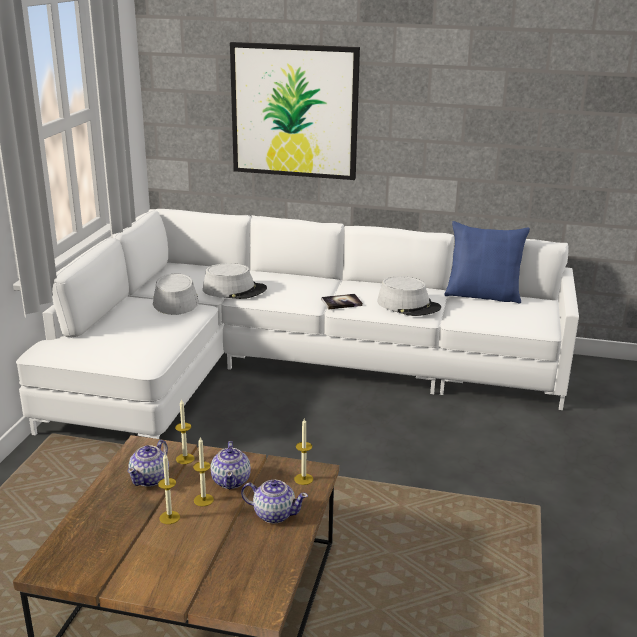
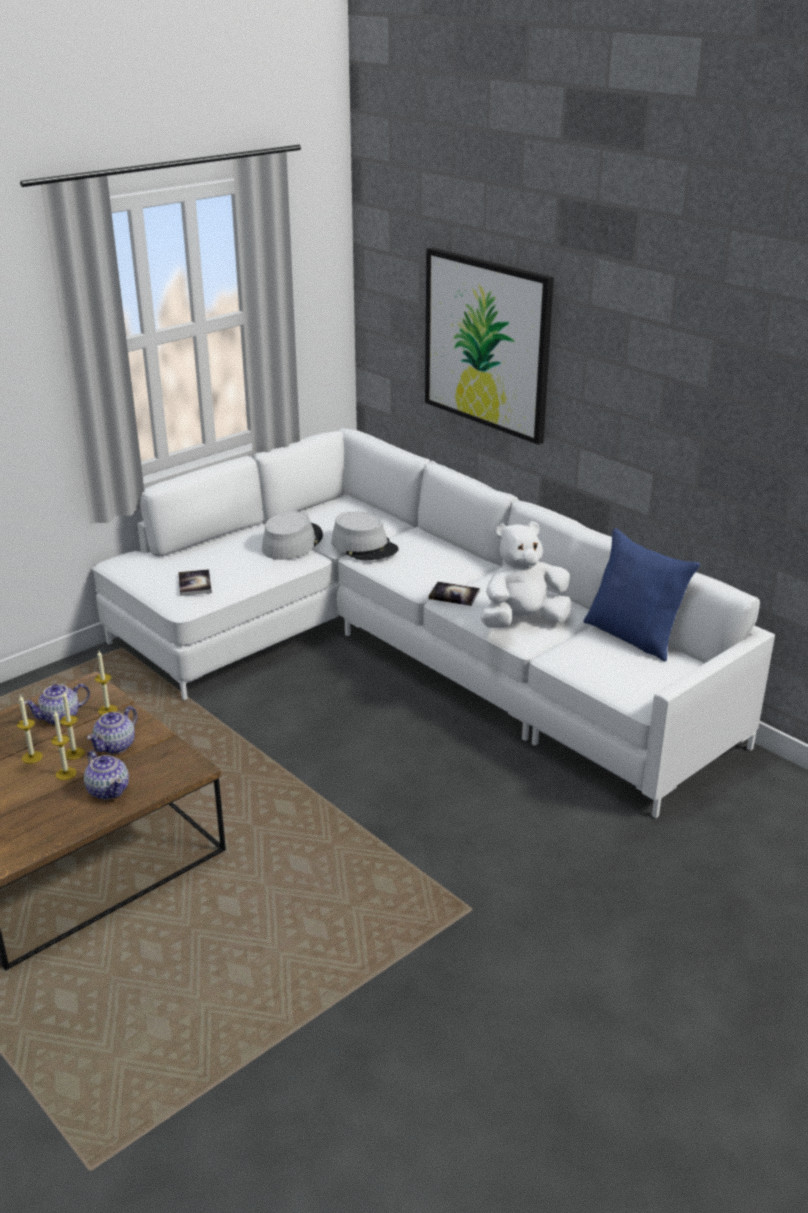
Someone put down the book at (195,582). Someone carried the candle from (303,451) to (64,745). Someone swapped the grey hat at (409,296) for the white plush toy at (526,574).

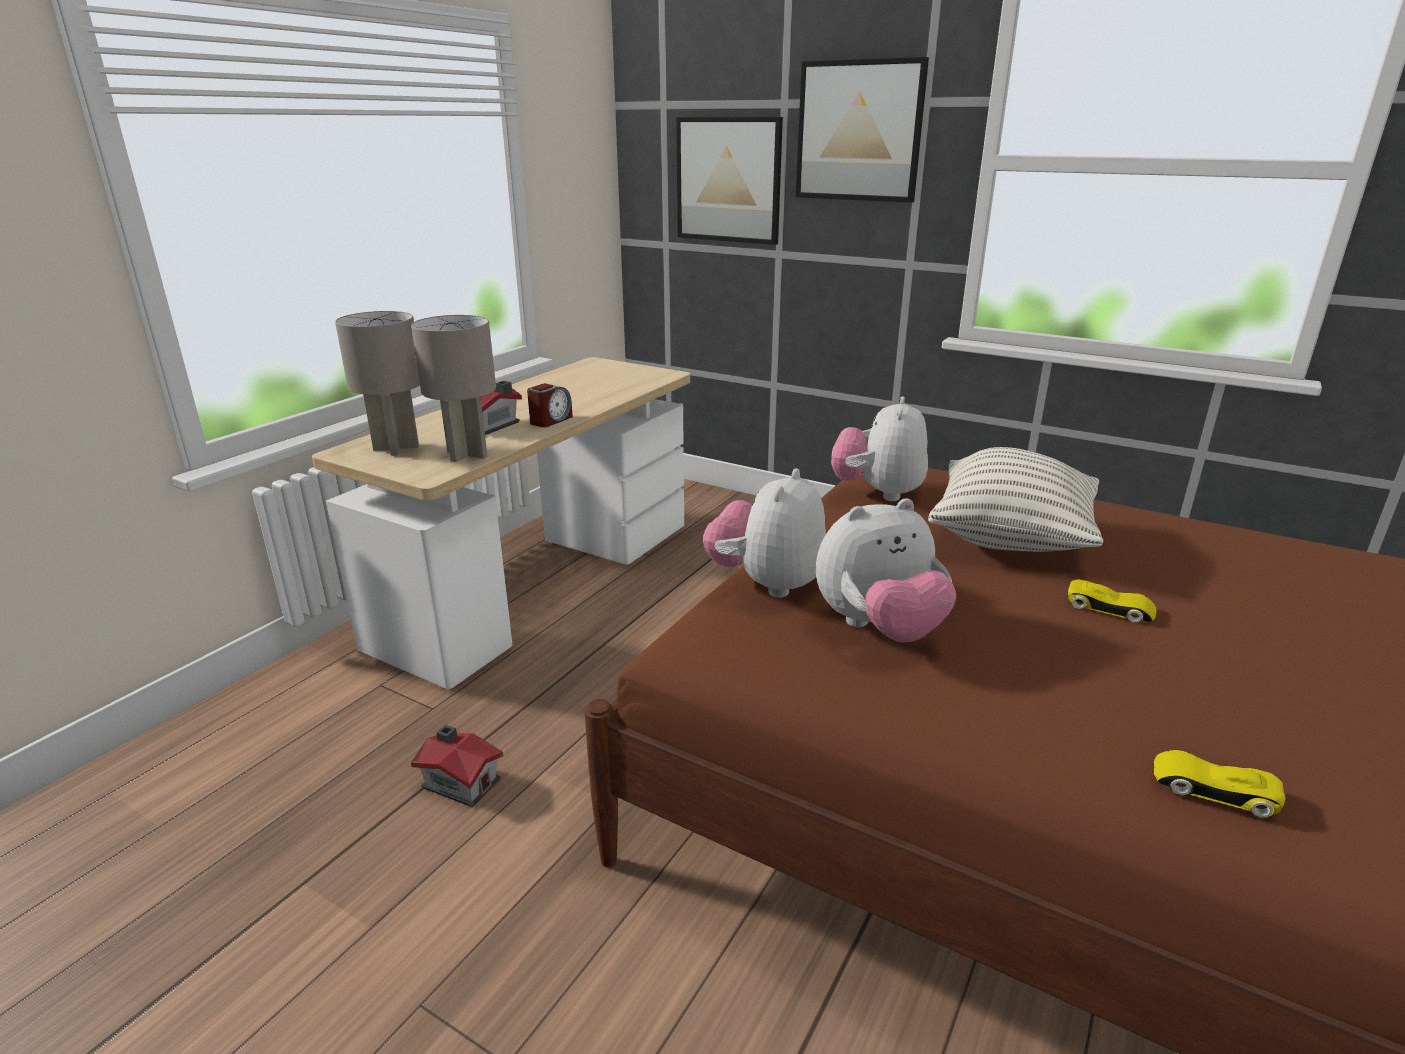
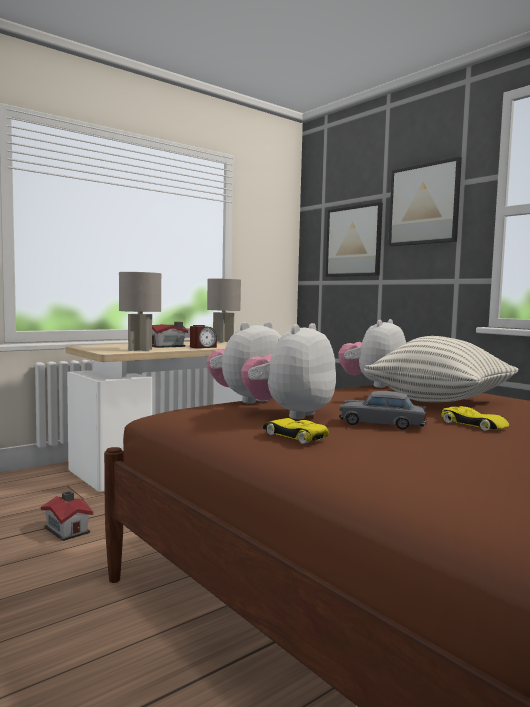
Someone put down the grey toy car at (383,410). Someone carried the grey table lamp from (377,383) to (224,310). Someone carried the yellow toy car from (1219,784) to (295,431). Someone rotated the plush toy at (886,570) by 120 degrees clockwise.

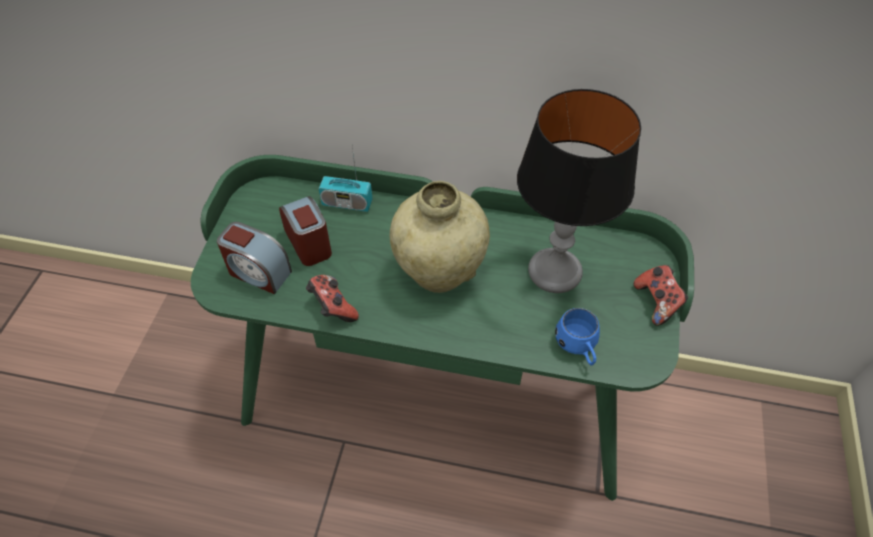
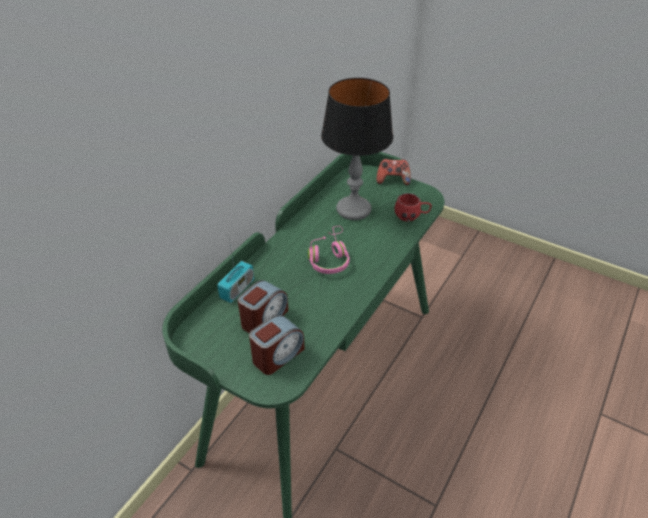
Someone took away the game controller at (332,298). Someone swapped the beige vase at (440,237) for the pink headphones at (329,250). Someone repainted the blue mug at (577,336), which became the red mug at (413,207). Someone rotated the alarm clock at (305,231) by 135 degrees clockwise.

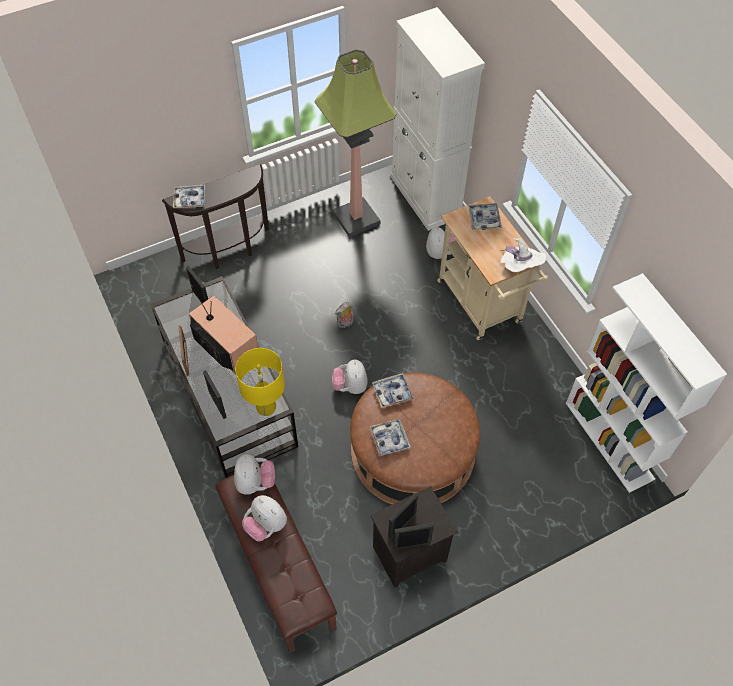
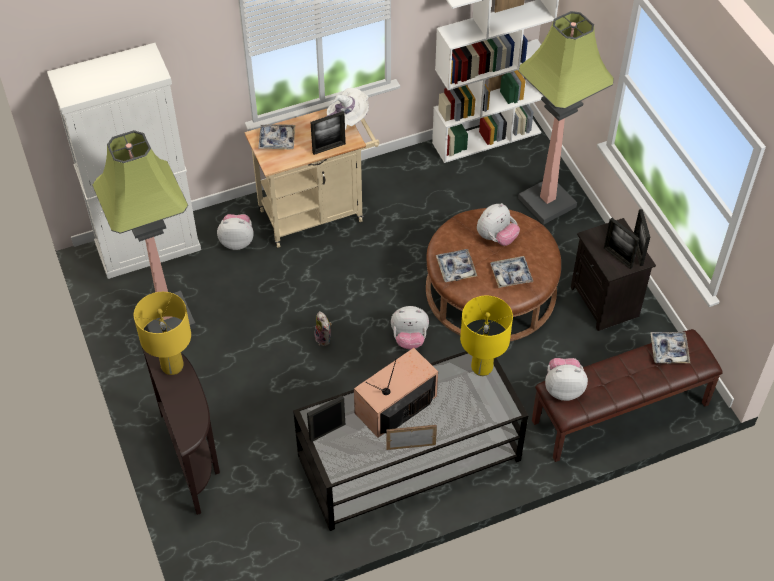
Someone put down the yellow table lamp at (162,333). Someone put down the floor lamp at (566,118). Someone carried the tray from (189,196) to (670,348). Someone carried the picture frame from (215,394) to (328,133). Someone carried the plush toy from (264,518) to (498,224).

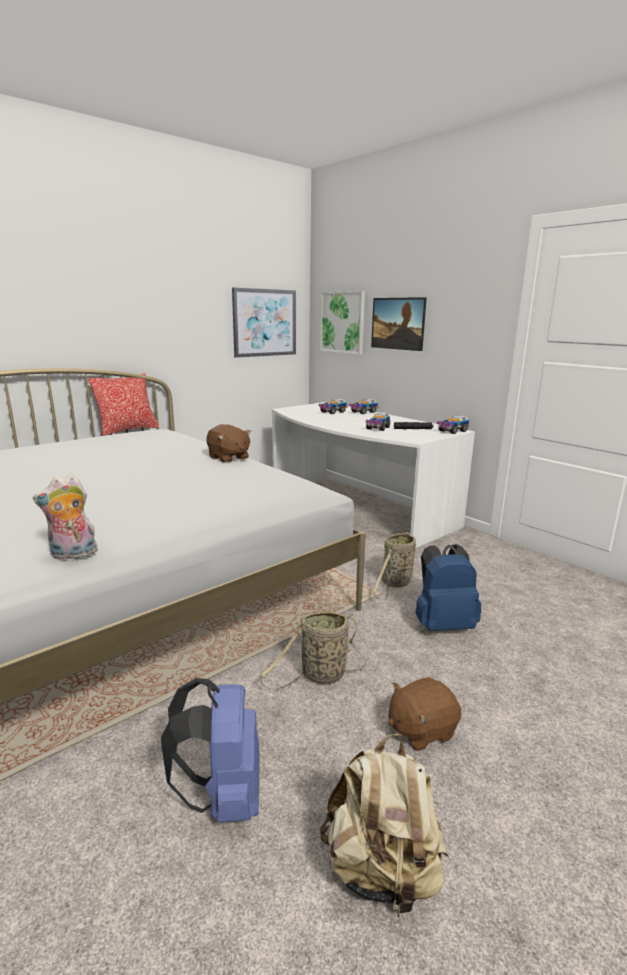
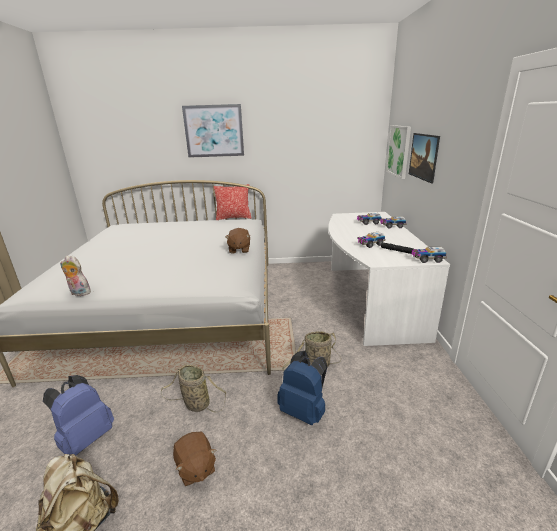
Someone carried the picture from (264,323) to (213,131). Someone rotated the brown plush toy at (425,714) by 135 degrees counterclockwise.

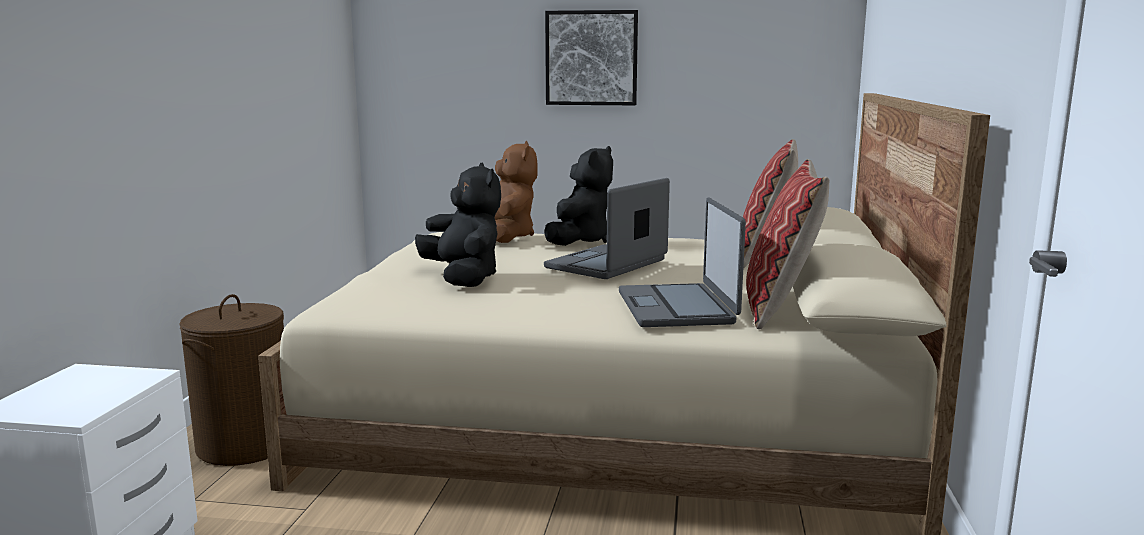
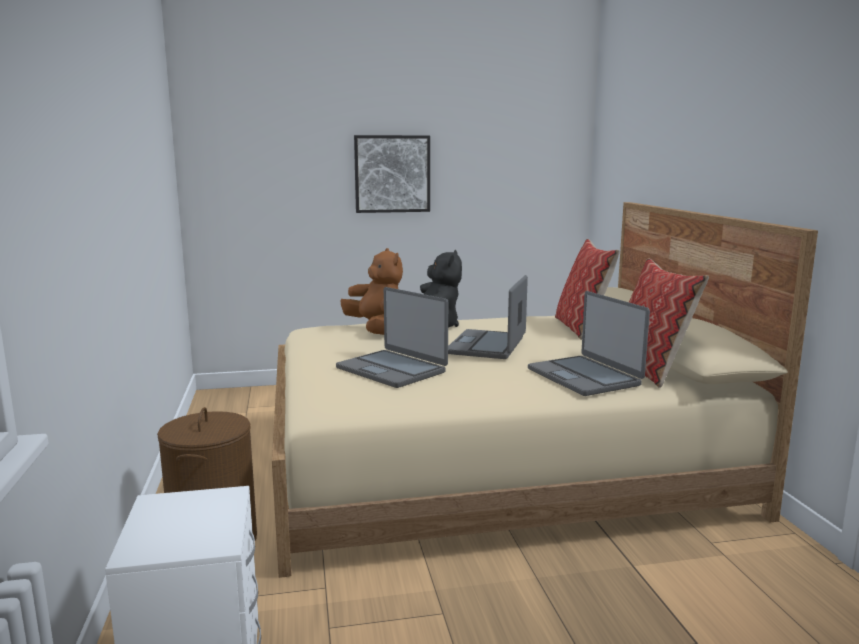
Someone swapped the black plush toy at (458,224) for the laptop at (392,337).

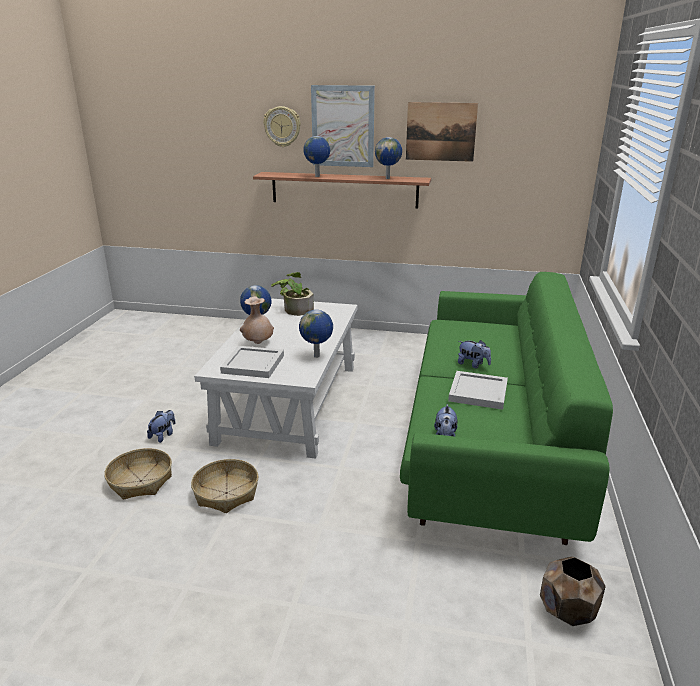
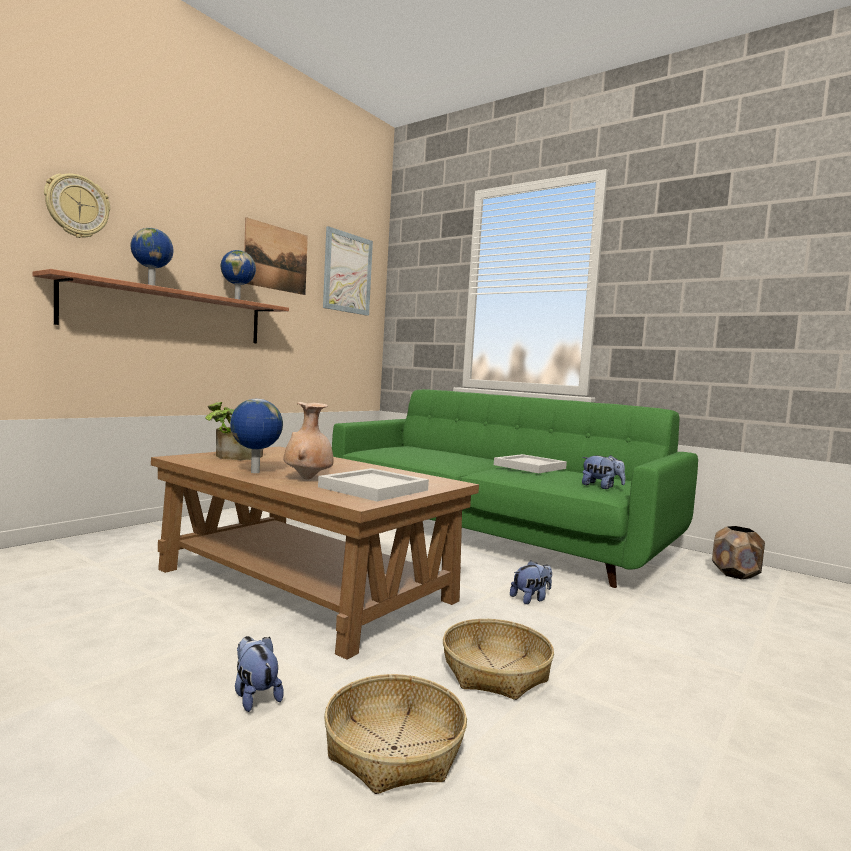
Someone took away the globe at (316,334). Someone carried the picture from (343,126) to (348,271). Someone carried the plush toy from (474,354) to (531,582). Someone repainted the white coffee table at (276,378), which became the brown coffee table at (315,553).

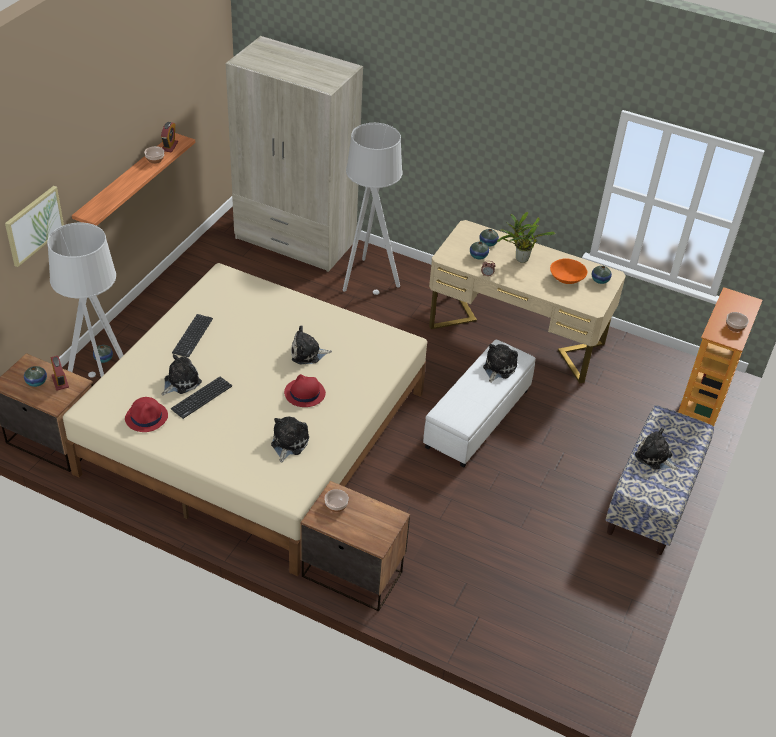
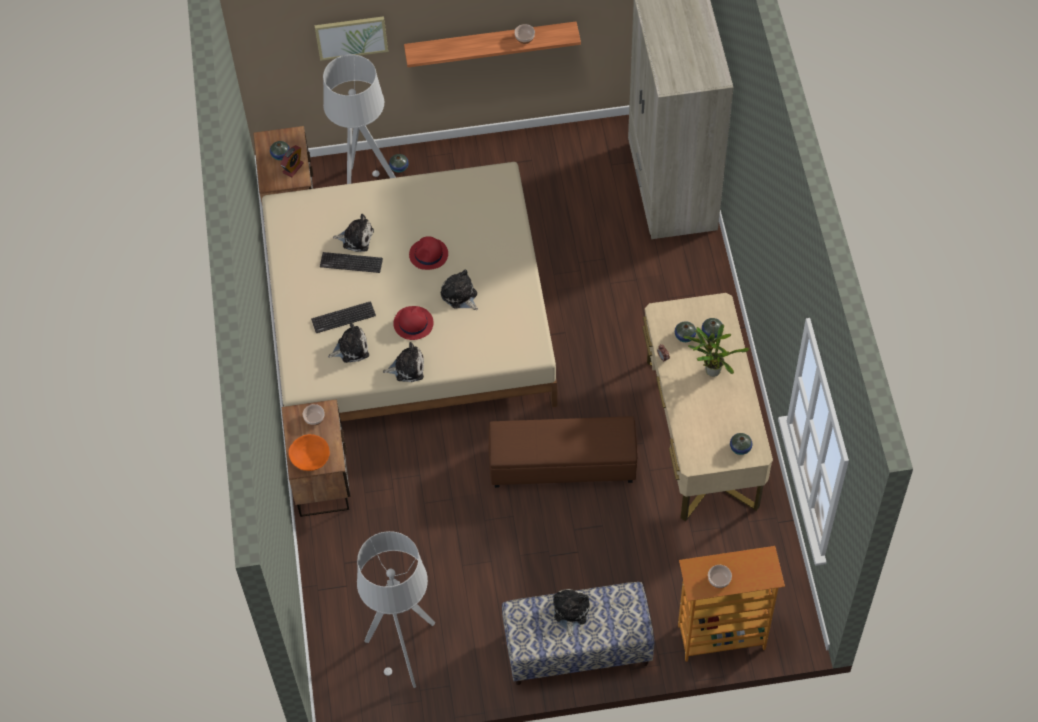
Someone took away the alarm clock at (169,137). Someone carried the red hat from (146,414) to (428,253). Someone carried the keyboard from (192,335) to (343,317). Someone carried the grey floor lamp from (372,209) to (396,609). Someone carried the plush toy from (500,363) to (403,362). Someone carried the orange bowl from (568,271) to (309,452). Someone repainted the white ottoman at (479,403), which became the brown ottoman at (563,452).

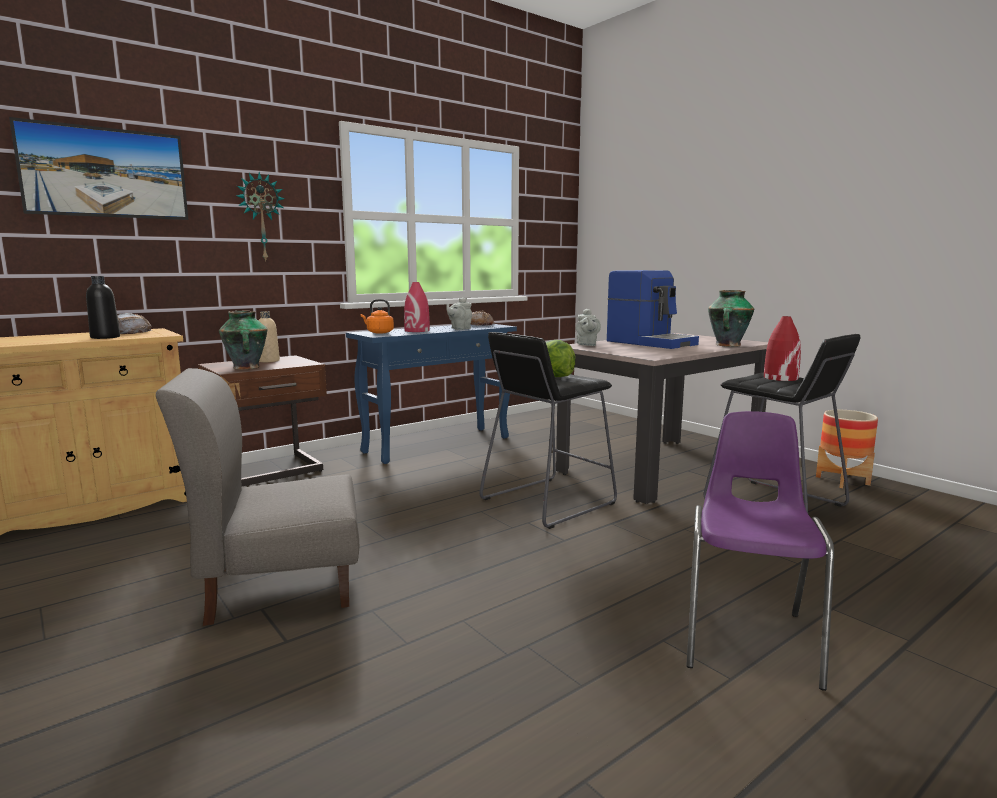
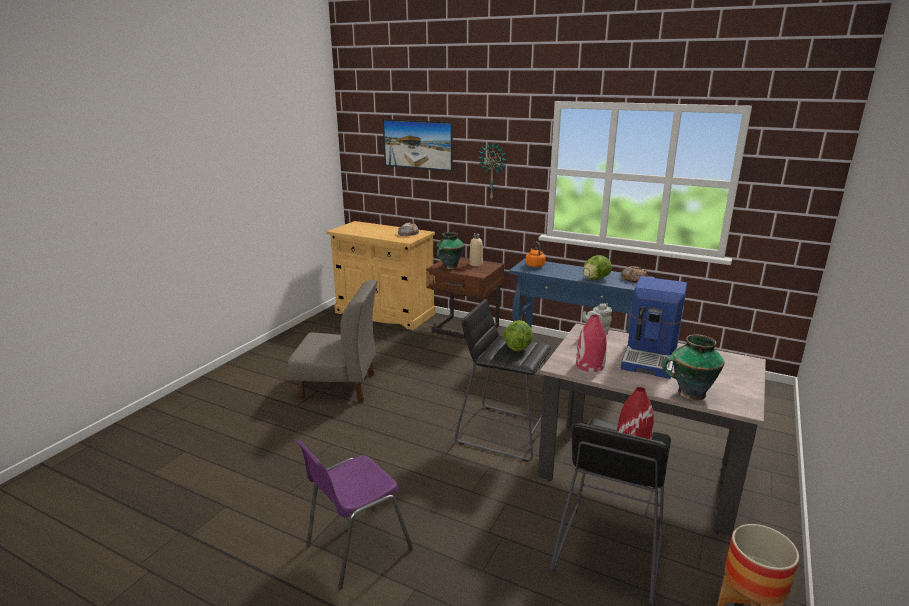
Someone took away the black bottle at (103,307). Someone carried the red vase from (417,307) to (591,343). Someone swapped the grey teapot at (459,313) for the lettuce at (597,267). Someone rotated the grey chair at (257,497) by 135 degrees clockwise. Someone rotated the purple chair at (760,551) by 150 degrees clockwise.

